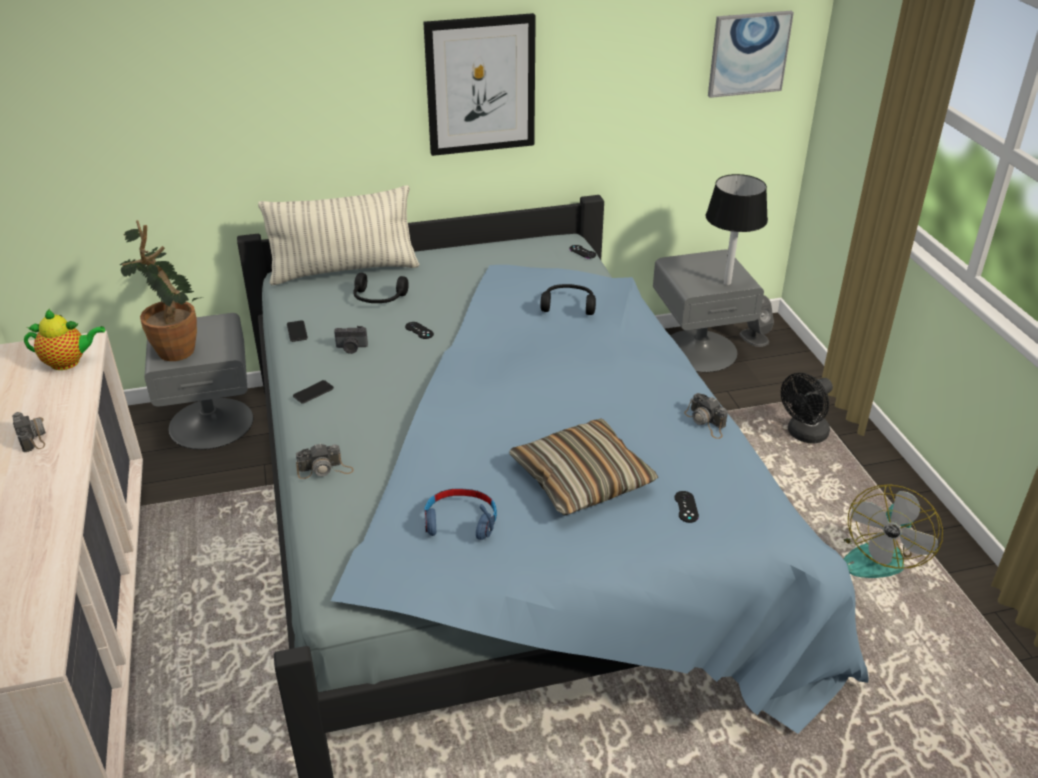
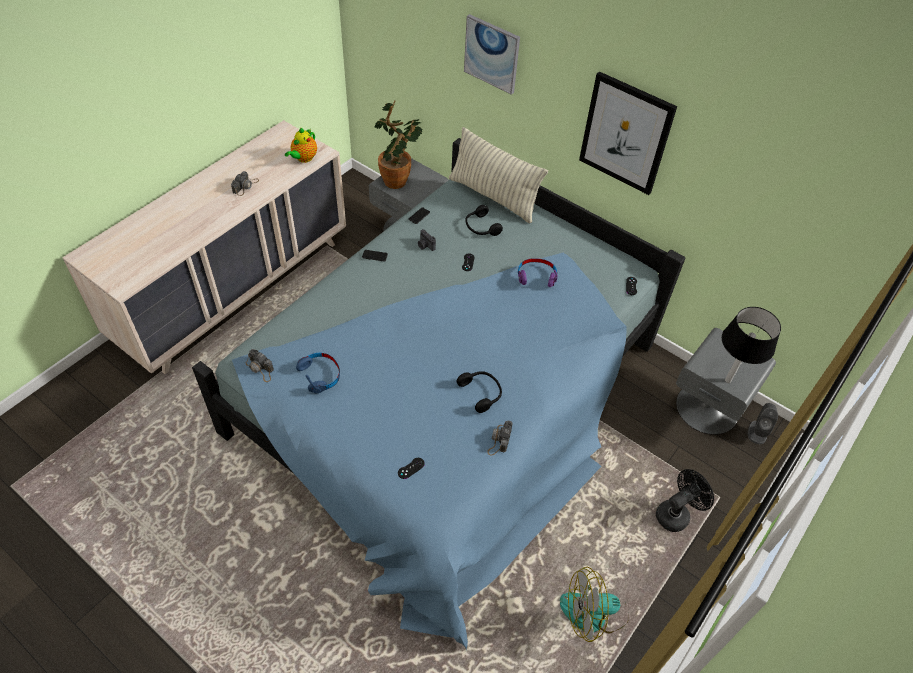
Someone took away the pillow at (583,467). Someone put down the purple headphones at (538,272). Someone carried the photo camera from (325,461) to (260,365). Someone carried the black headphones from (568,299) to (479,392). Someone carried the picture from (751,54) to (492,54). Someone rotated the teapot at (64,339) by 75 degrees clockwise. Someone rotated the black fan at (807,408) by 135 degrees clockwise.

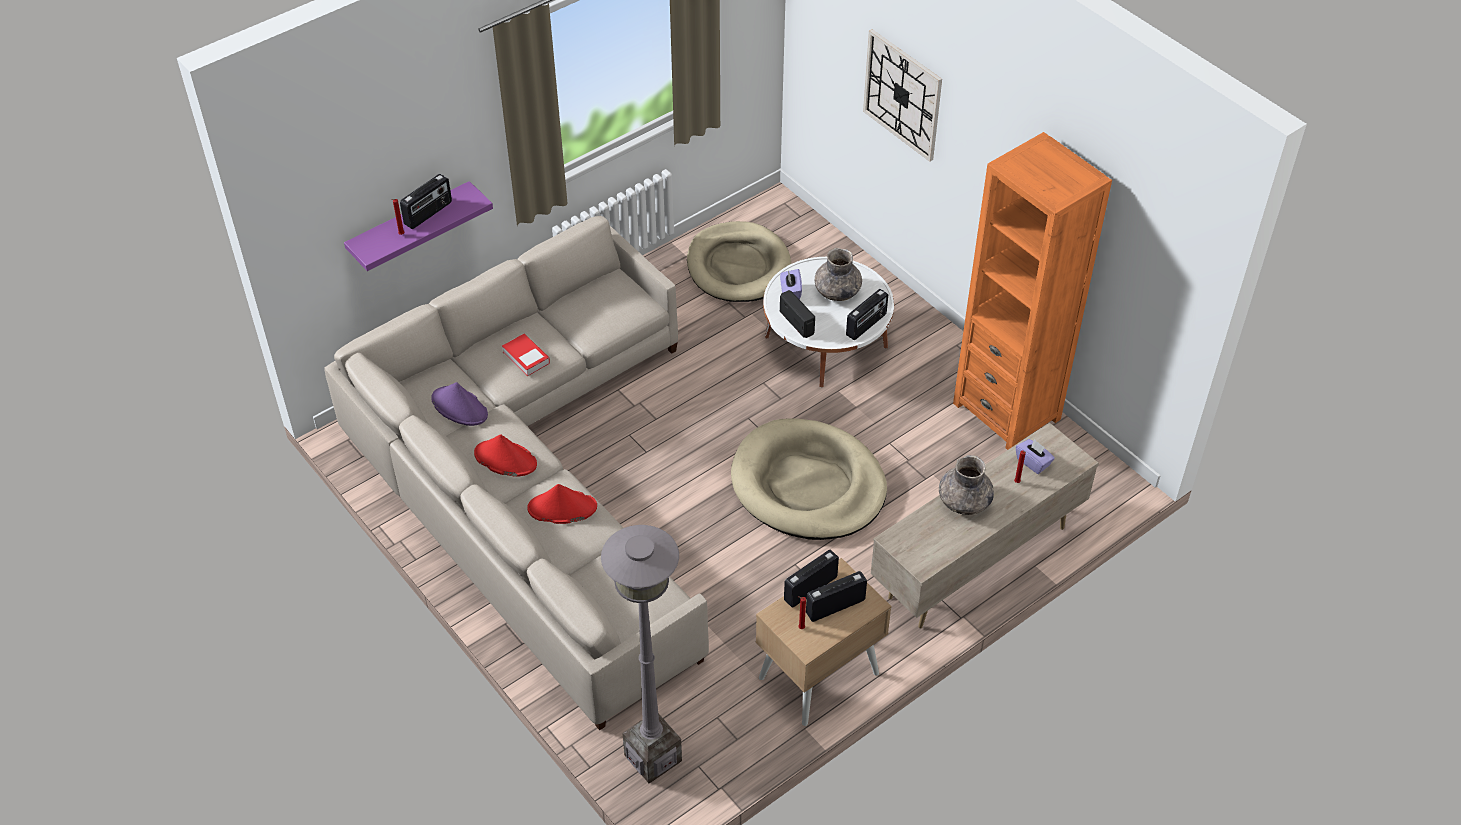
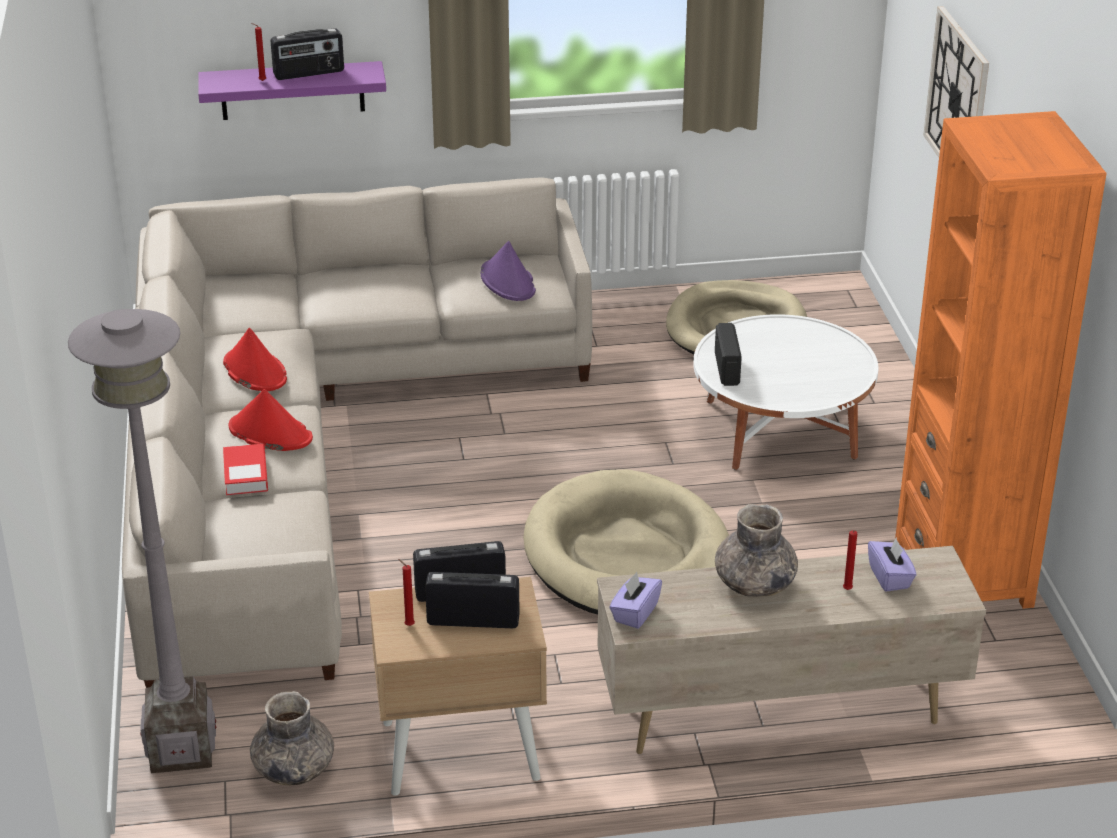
Someone took away the radio at (867,314). Someone carried the purple hat from (459,404) to (508,271). Someone carried the book from (526,355) to (245,469). Someone carried the purple tissue box from (791,284) to (635,600). Someone carried the grey vase from (838,274) to (292,738).

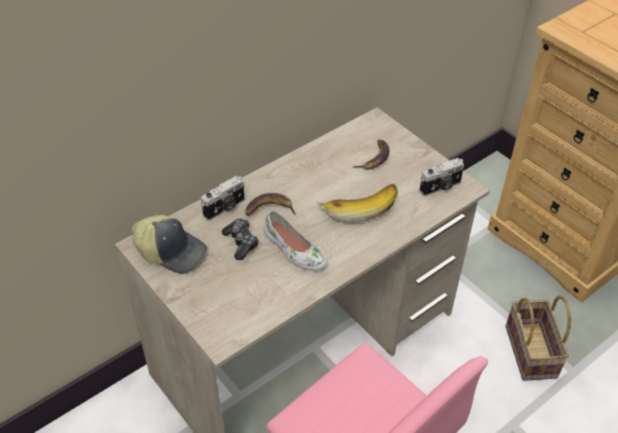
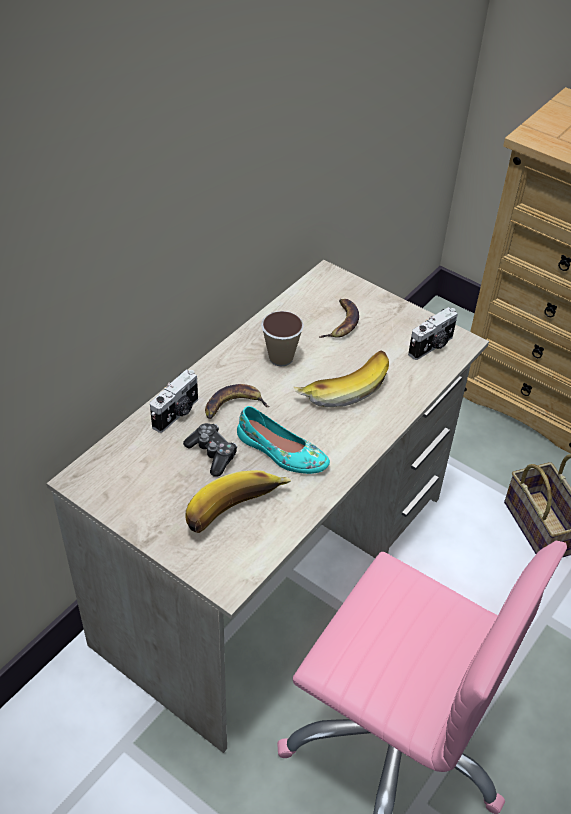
Someone took away the cap at (169,244). Someone put down the banana at (238,501). Someone put down the cup at (282,338). Someone repainted the white shoe at (295,240), which became the turquoise shoe at (283,440).

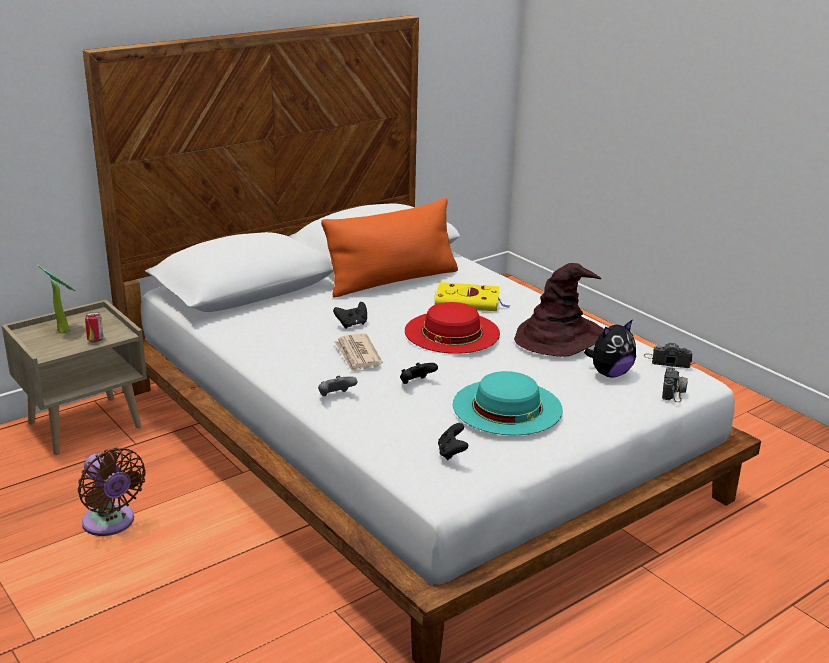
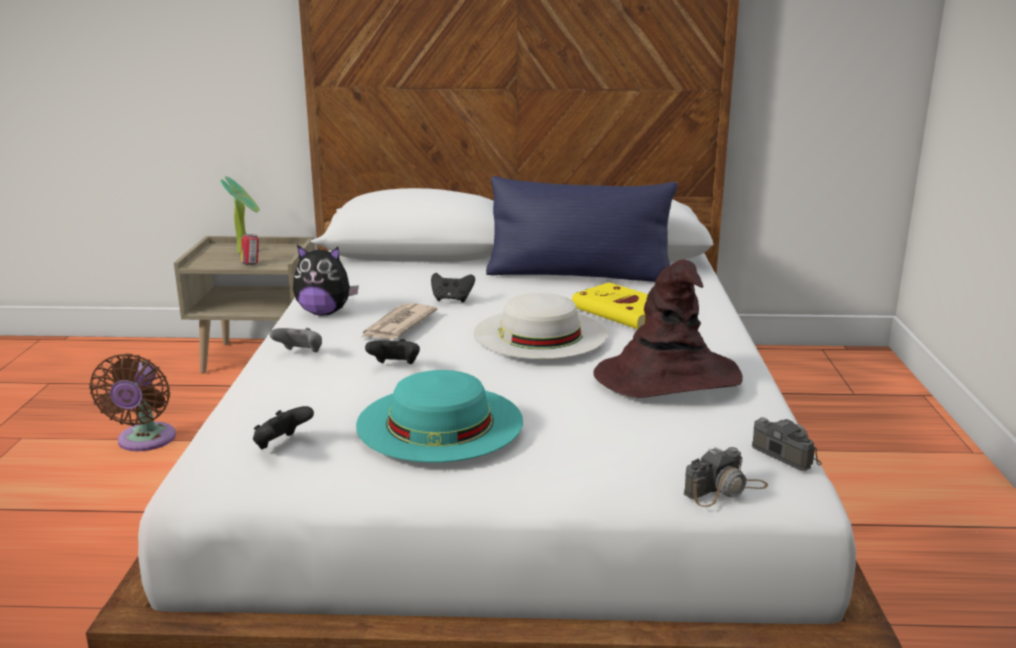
Someone carried the plush toy from (610,348) to (326,280). Someone repainted the orange pillow at (389,247), which became the blue pillow at (582,229). Someone repainted the red hat at (452,328), which became the white hat at (540,326).

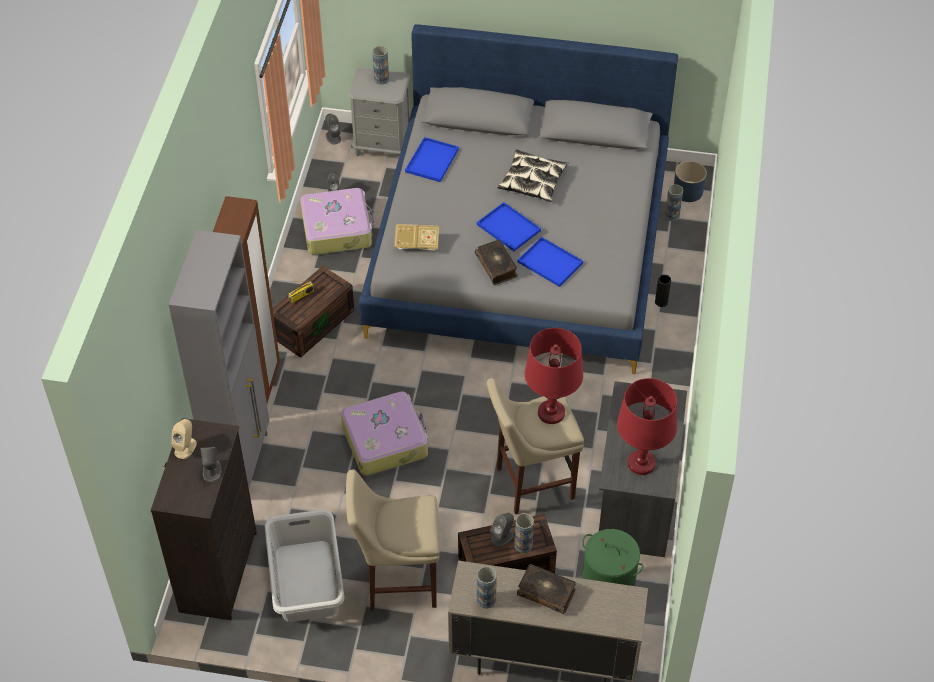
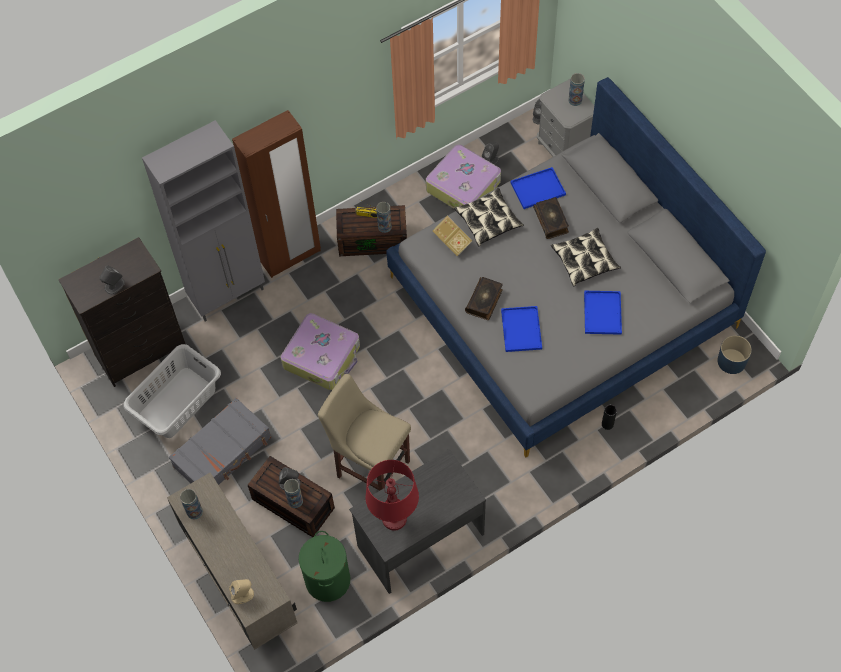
Someone took away the red table lamp at (554,376). Someone put down the pillow at (489,217). Someone carried the beige speaker from (184,439) to (241,591). Someone carried the blue tray from (509,227) to (603,313). Someone carried the book from (546,589) to (551,218). Someone carried the vase from (674,202) to (384,217). Someone swapped the beige stool at (393,540) for the grey suitcase at (220,441).

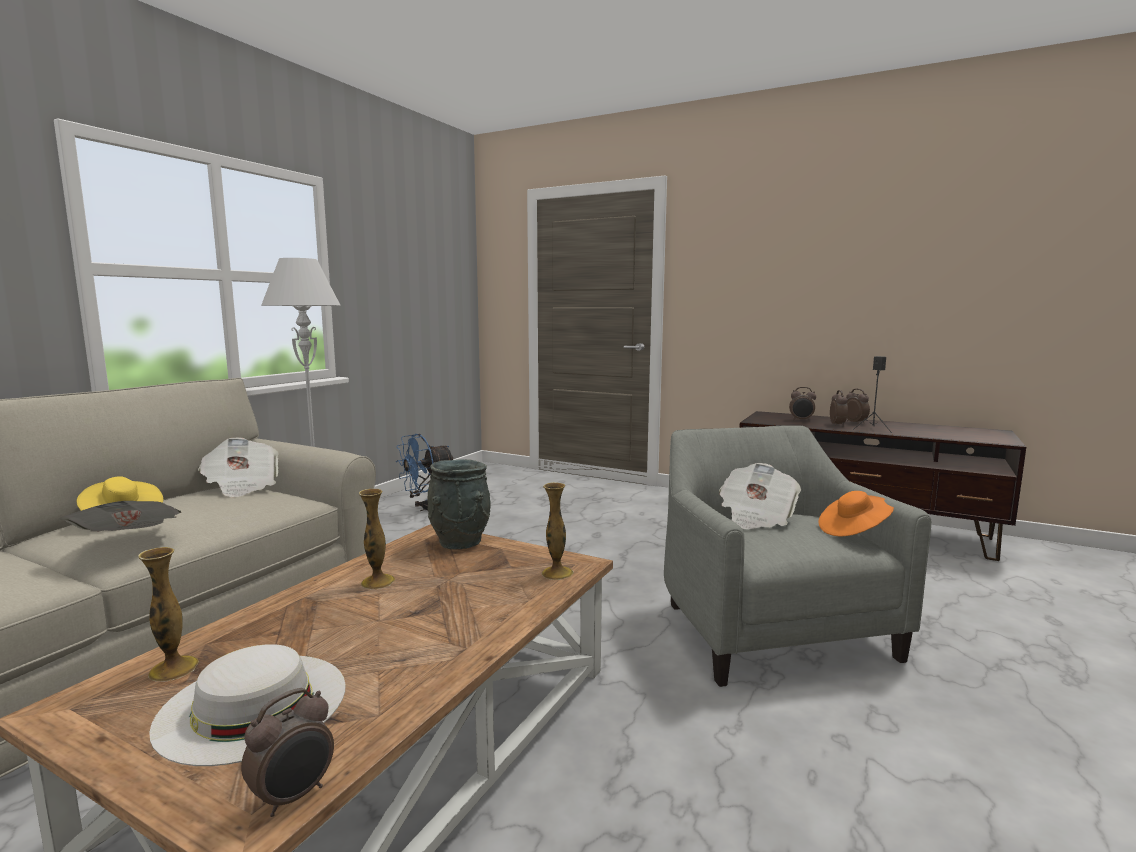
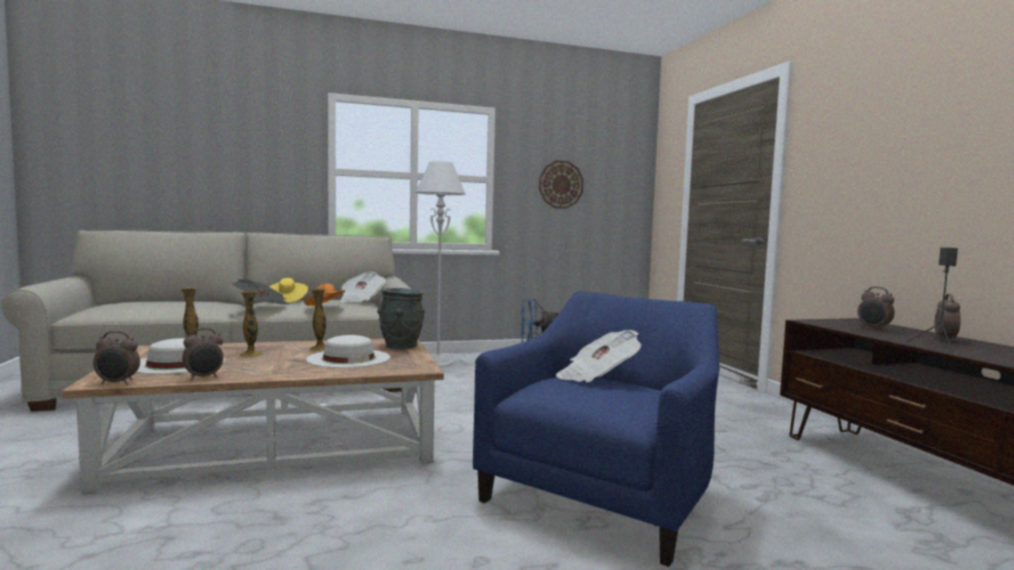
Someone put down the white hat at (348,351). Someone put up the wall clock at (561,184). Someone carried the vase from (558,531) to (251,324). Someone carried the orange hat from (856,513) to (324,295). Someone carried the alarm clock from (839,408) to (203,354). Someone repainted the grey armchair at (798,556), which became the blue armchair at (596,429).

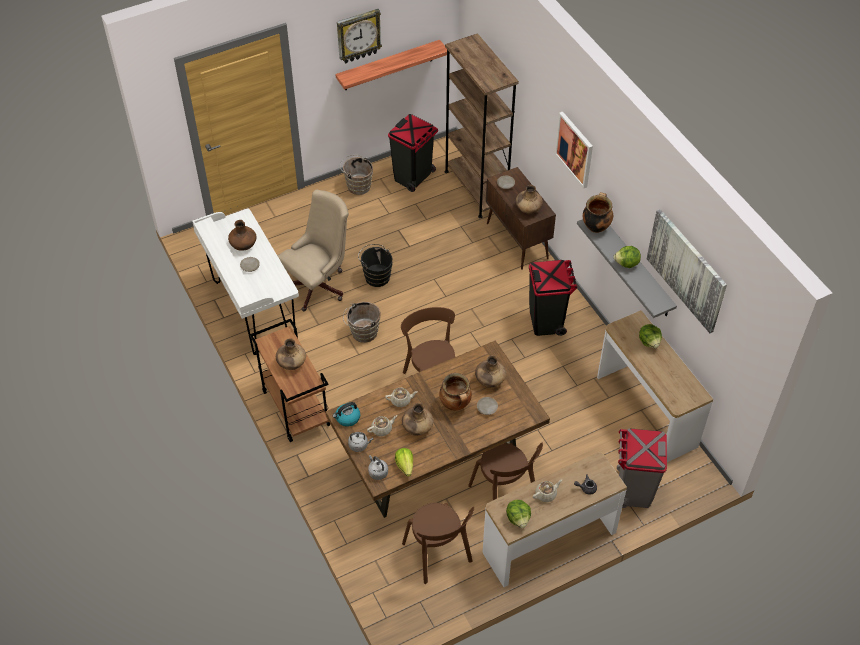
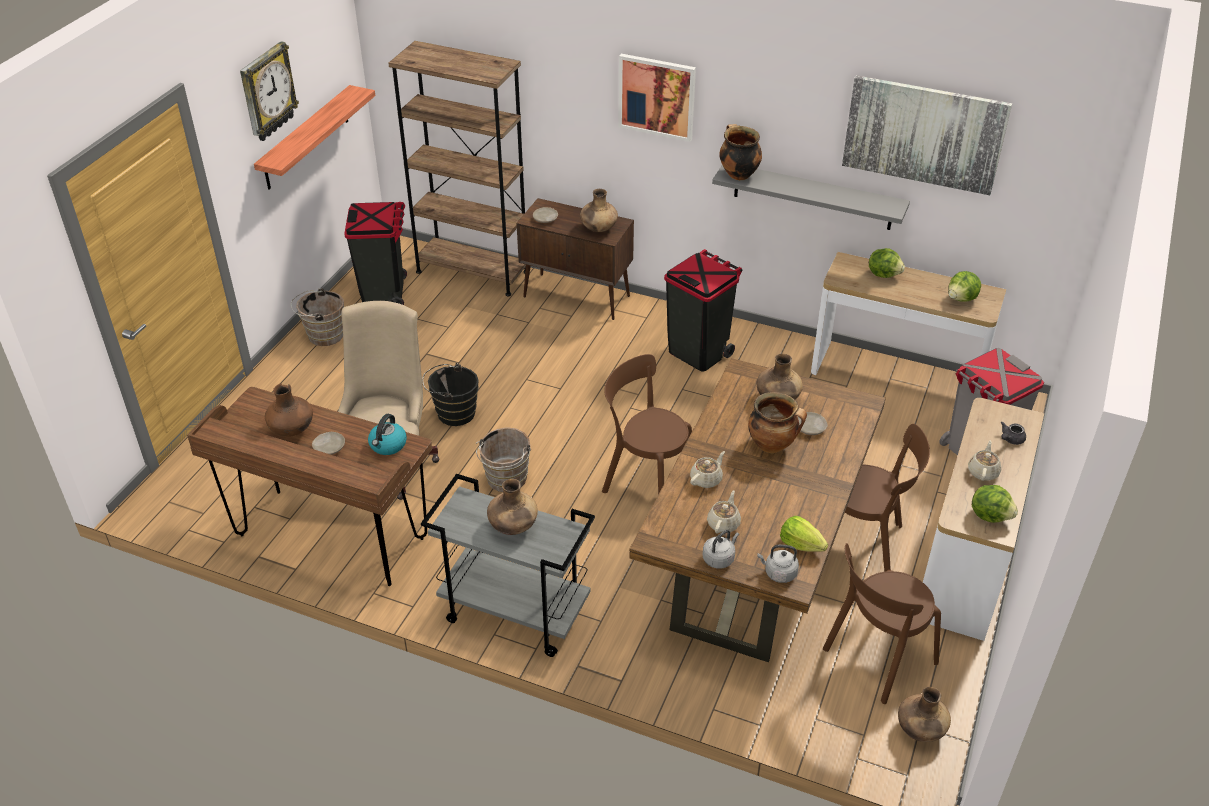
Someone carried the kettle from (346,414) to (387,434). Someone carried the brown vase from (418,419) to (924,714). Someone carried the lettuce from (627,257) to (964,286). Someone repainted the white desk at (245,282), which became the brown desk at (309,486). Someone repainted the brown cart at (290,380), which became the grey cart at (508,565). Someone rotated the brown chair at (438,543) by 120 degrees clockwise.

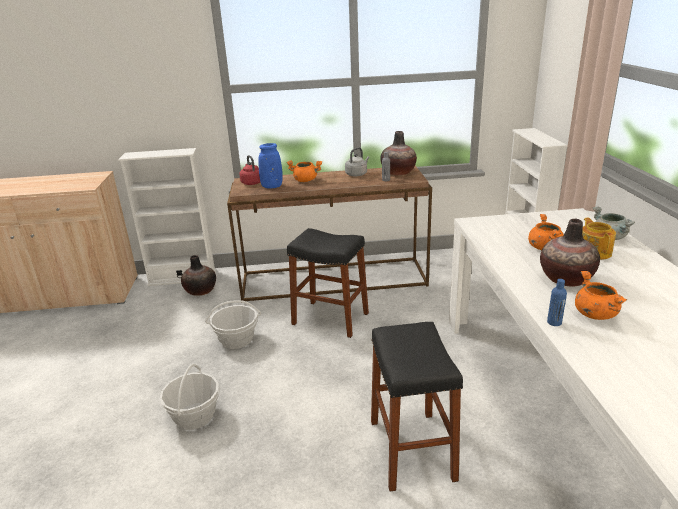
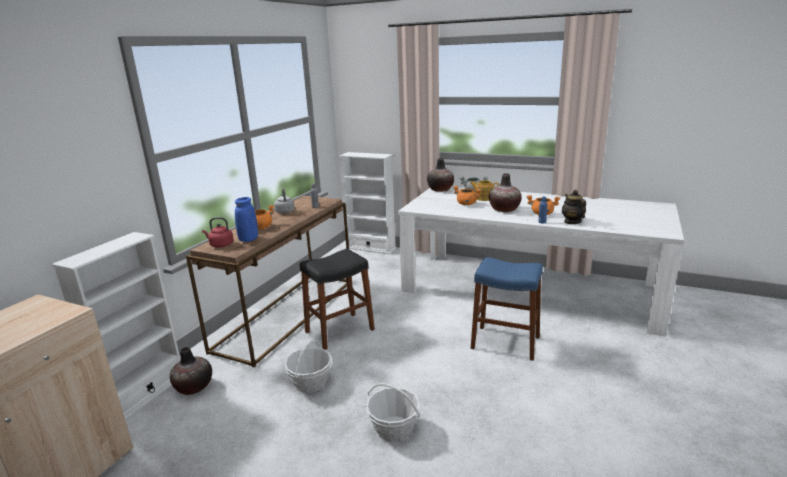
Someone put down the teapot at (574,207). Someone carried the vase from (398,153) to (440,175). Someone repainted the black stool at (417,407), which became the blue stool at (507,309).

